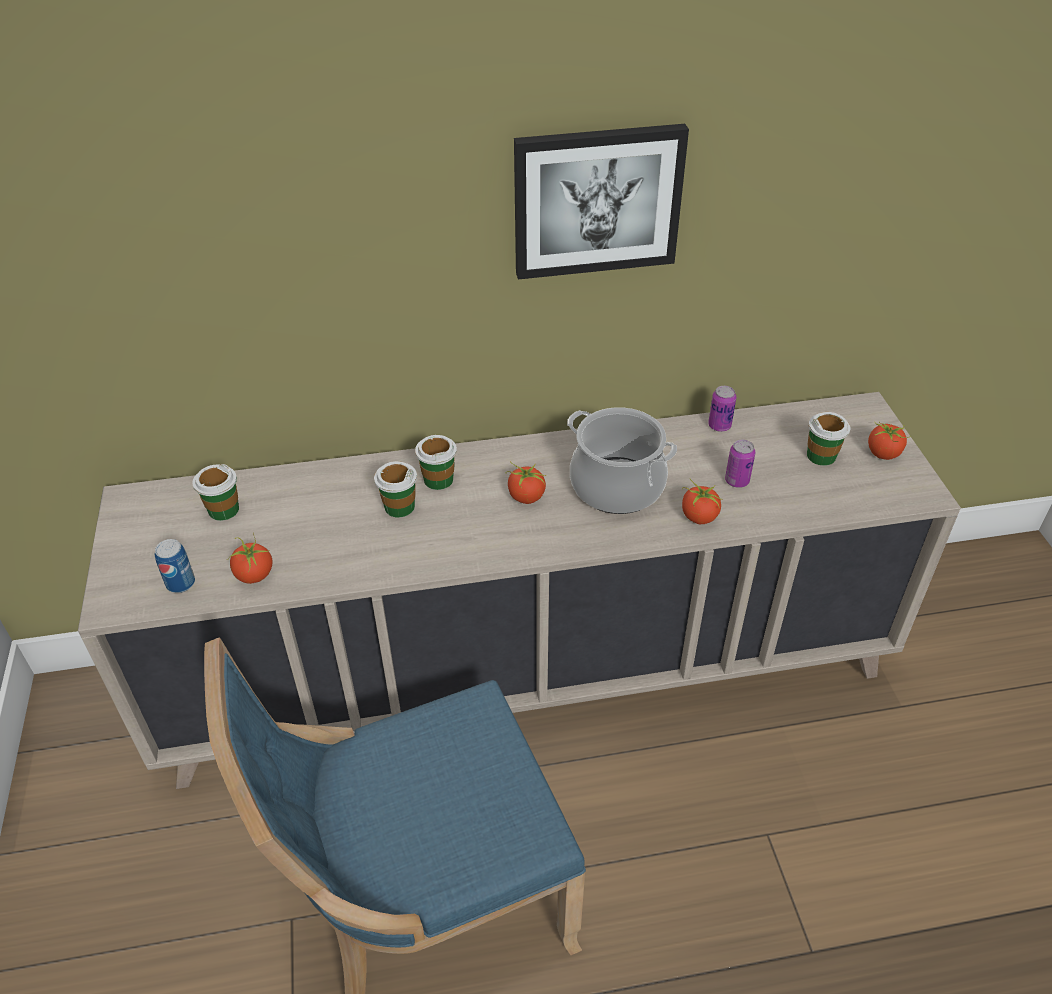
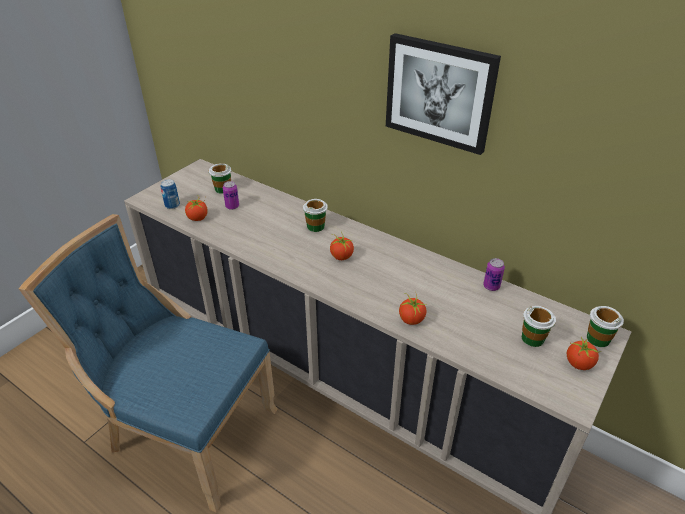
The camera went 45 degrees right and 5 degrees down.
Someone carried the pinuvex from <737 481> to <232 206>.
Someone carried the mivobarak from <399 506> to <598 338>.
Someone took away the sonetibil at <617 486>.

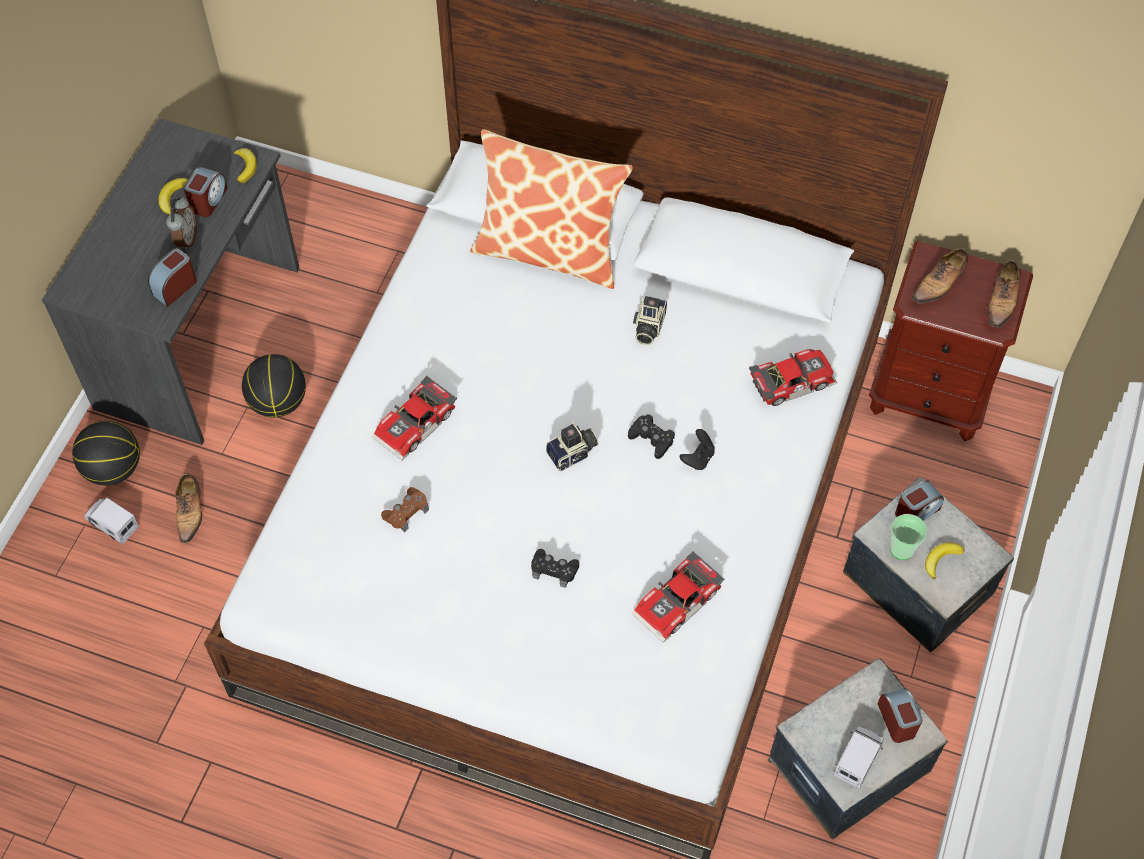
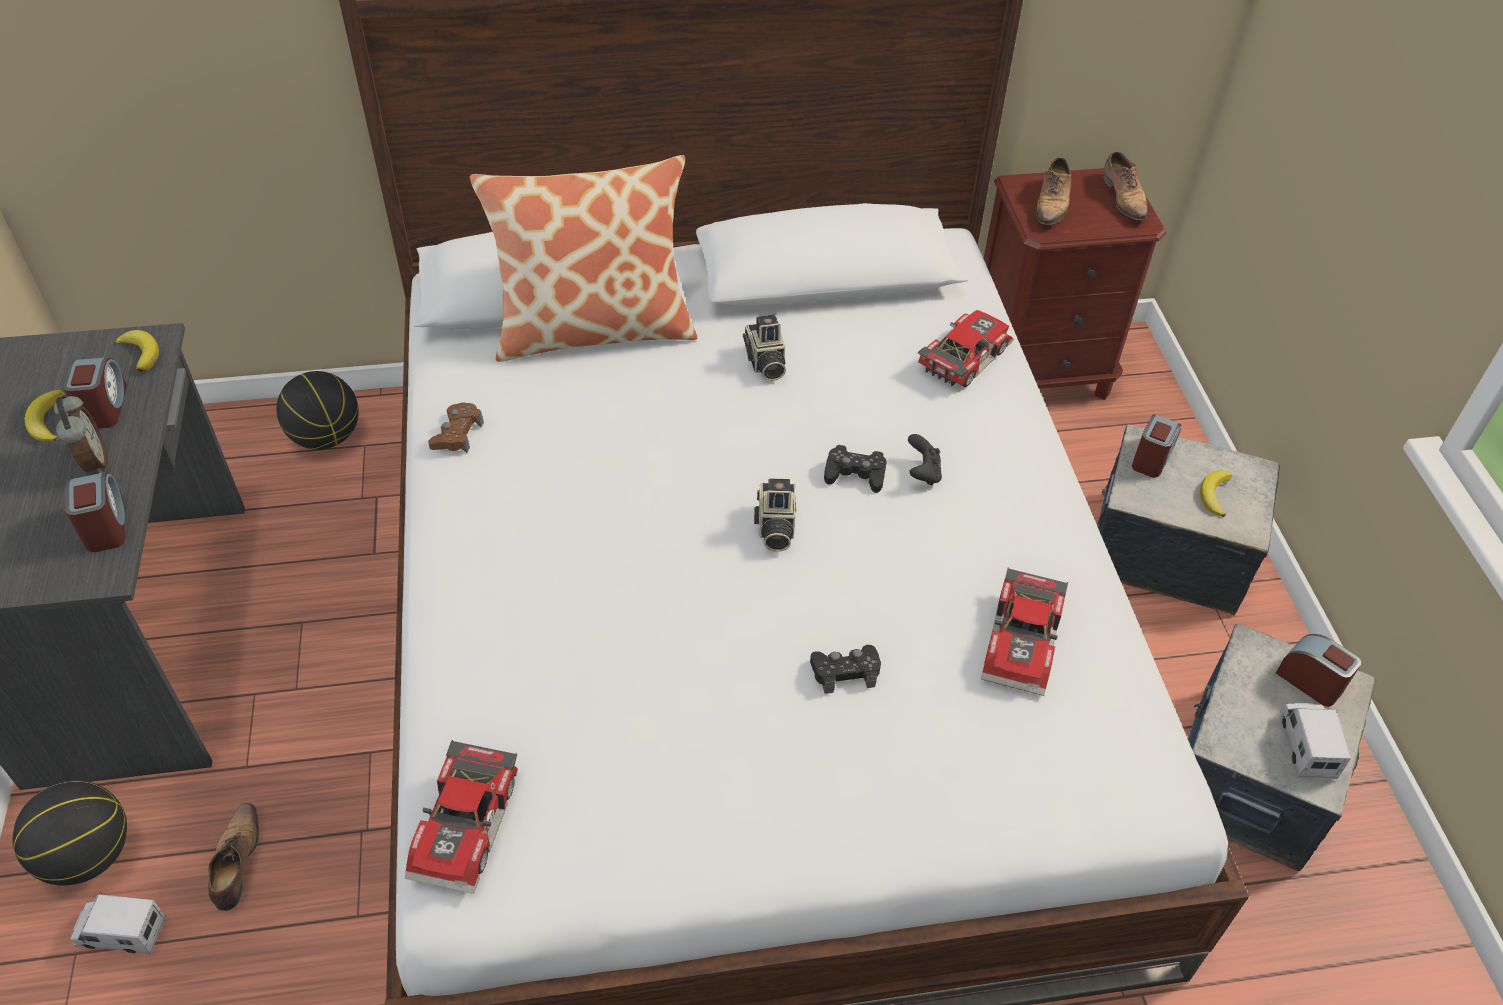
The camera went 30 degrees left and 10 degrees down.
Someone rotated the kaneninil at <175 287> by 150 degrees clockwise.
Someone rotated the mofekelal at <190 512> by 150 degrees counterclockwise.
Someone carried the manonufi from <278 402> to <326 437>.
Someone carried the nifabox from <417 425> to <469 826>.
Someone carried the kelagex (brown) from <406 512> to <457 434>.
Someone rotated the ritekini at <573 454> by 150 degrees clockwise.
Someone took away the mivobarak at <901 549>.

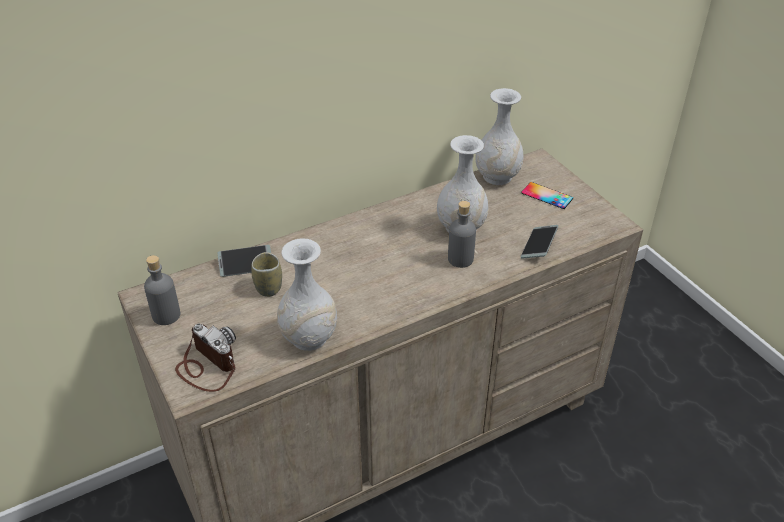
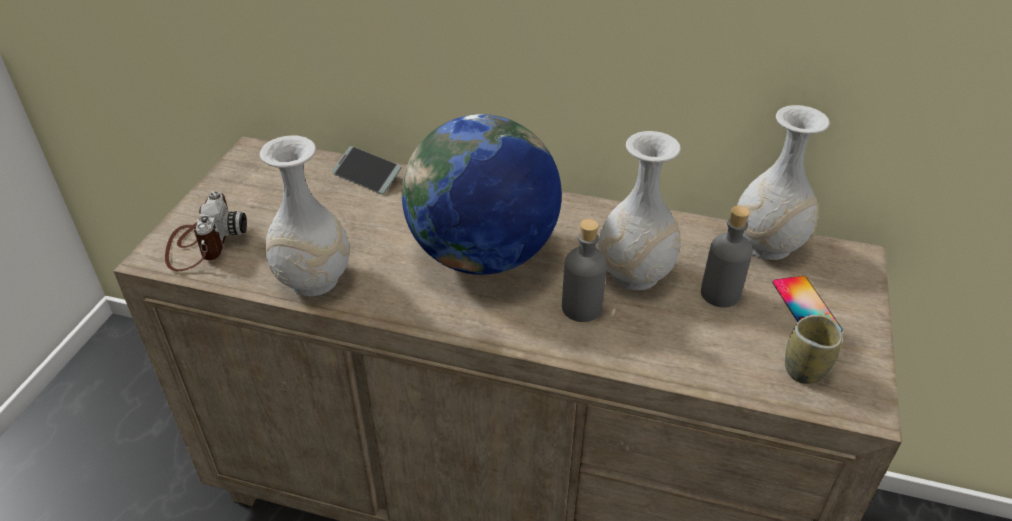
The camera went 45 degrees right and 0 degrees up.
Someone put down the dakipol at <482 255>.
Someone carried the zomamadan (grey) from <166 315> to <720 294>.
Someone carried the mivobarak from <268 288> to <805 369>.
Someone took away the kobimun at <538 246>.

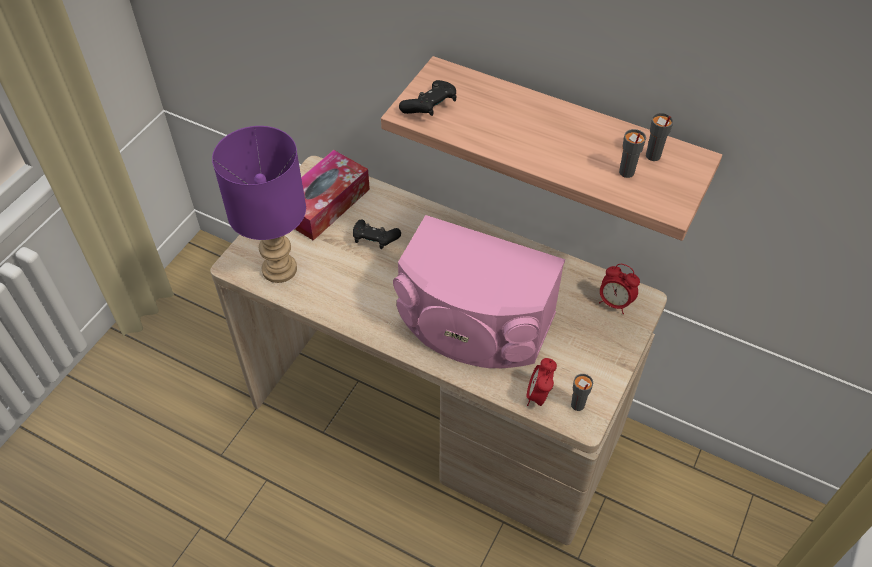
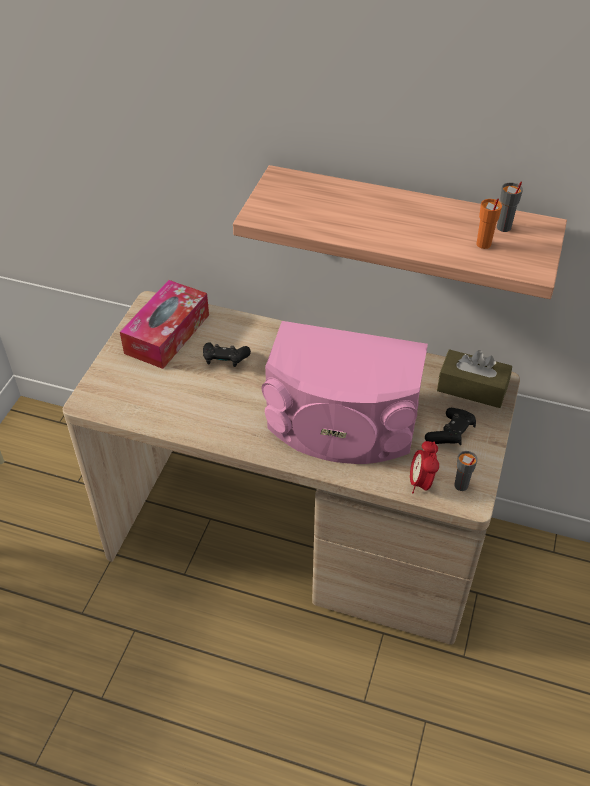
The camera went 10 degrees left and 5 degrees down.
Someone carried the kelagex (black) from <430 107> to <450 434>.
Someone swapped the kaneninil at <614 303> for the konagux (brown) at <472 388>.
Someone repainted the mivobarak (grey) at <626 172>, which became the mivobarak (orange) at <483 244>.
Someone took away the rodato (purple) at <278 269>.

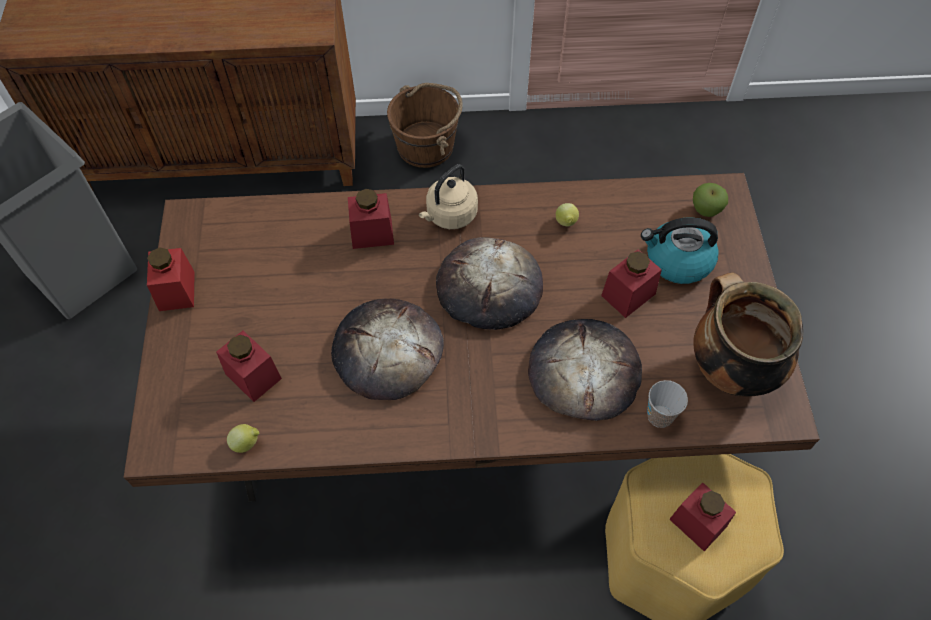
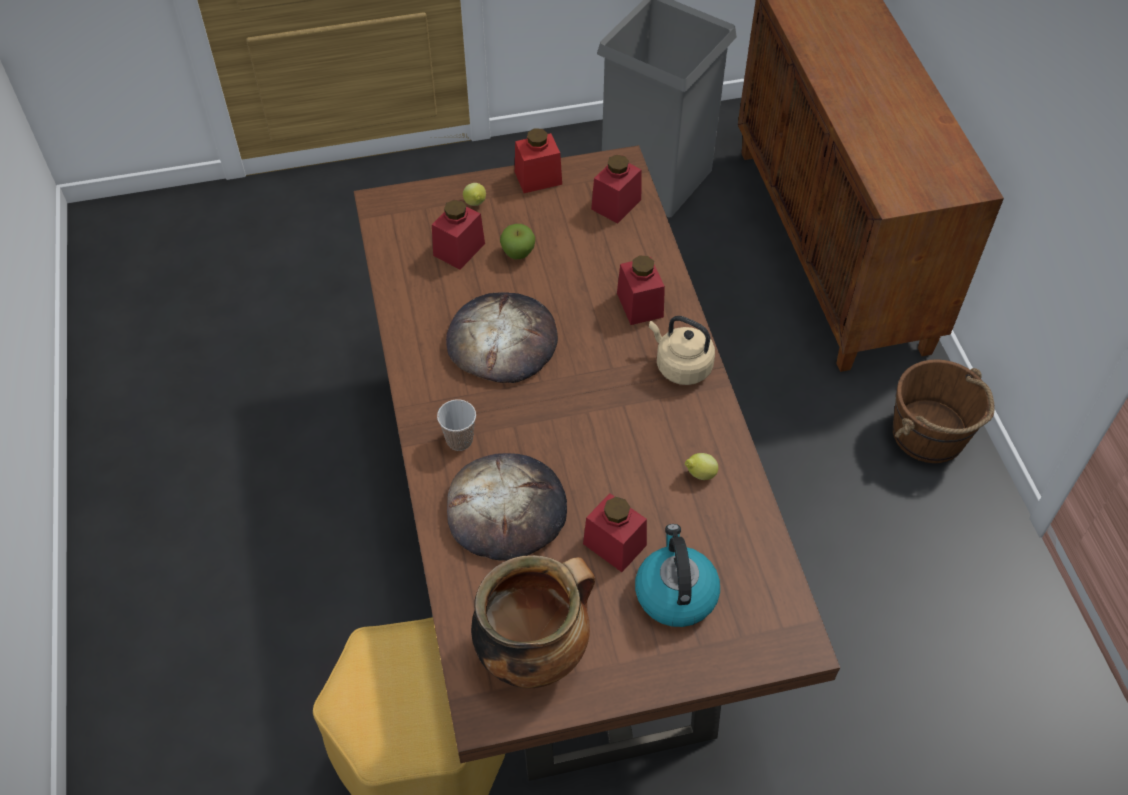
The camera went 80 degrees right and 5 degrees down.
Someone carried the mivobarak from <659 416> to <459 440>.
Someone carried the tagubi from <247 443> to <475 204>.
Someone carried the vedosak from <705 210> to <518 253>.
Someone carried the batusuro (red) from <697 523> to <616 204>.
Someone took away the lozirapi at <489 287>.

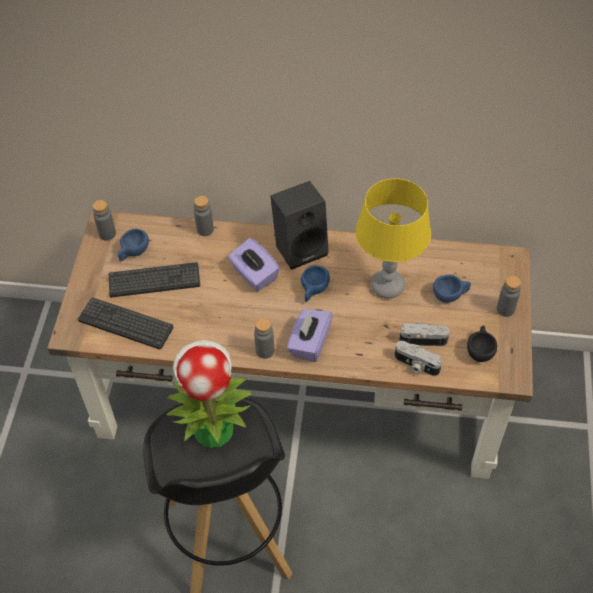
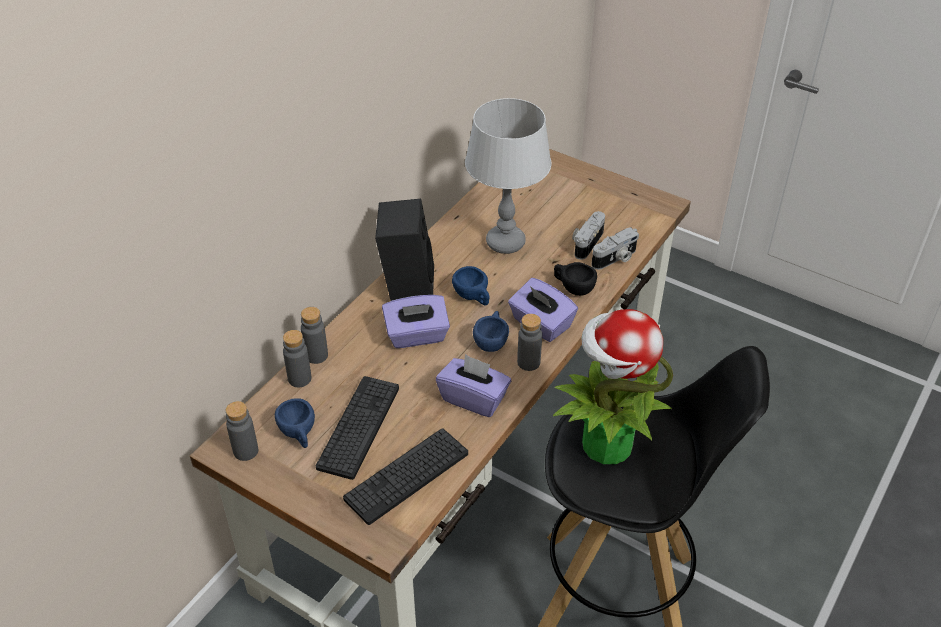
The camera went 65 degrees left and 10 degrees down.
Someone carried the zomamadan (grey) from <505 309> to <299 379>.
Someone put down the konagux (purple) at <474 398>.
Someone repainted the rodato (yellow) at <387 286>, which became the rodato (grey) at <505 242>.
Someone carried the mivobarak (blue) from <450 295> to <491 341>.
Someone carried the mivobarak (black) from <480 350> to <573 288>.

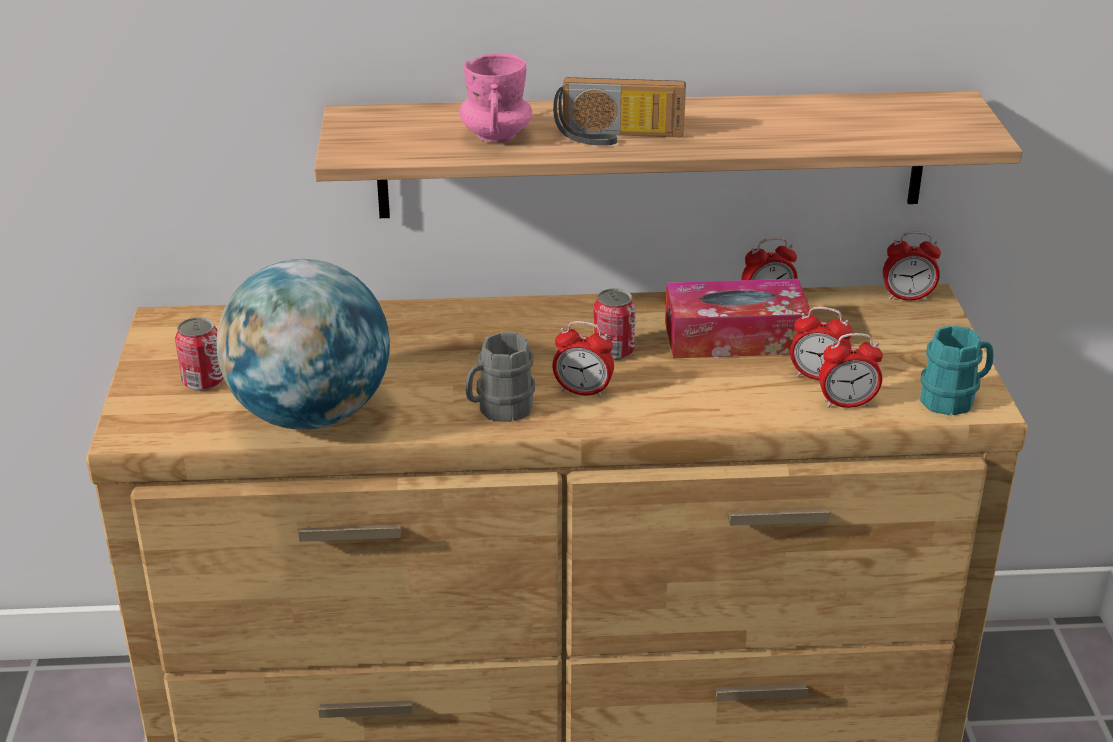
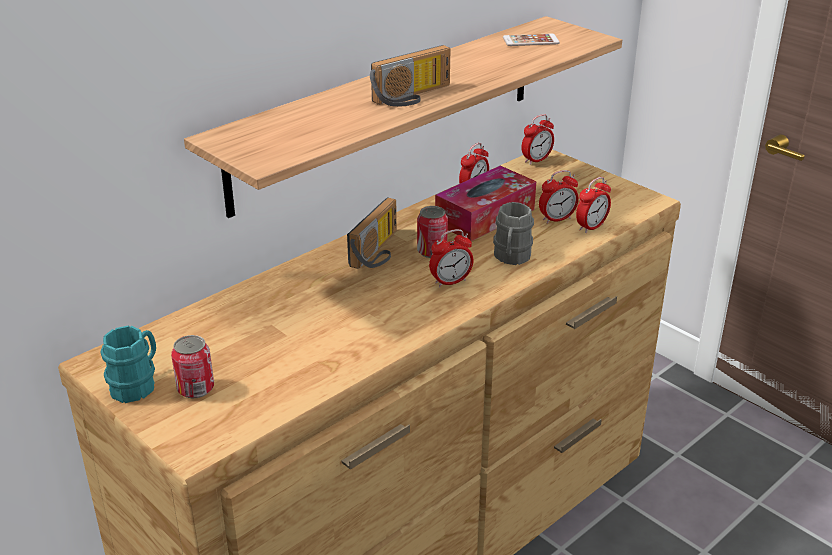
The camera went 40 degrees left and 0 degrees up.
Someone carried the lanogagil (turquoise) from <954 398> to <137 384>.
Someone put down the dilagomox at <379 252>.
Someone carried the lanogagil (grey) from <499 409> to <511 257>.
Someone put down the kobimun at <531 41>.
Someone took away the dakipol at <310 415>.
Someone took away the lanogagil (pink) at <496 135>.

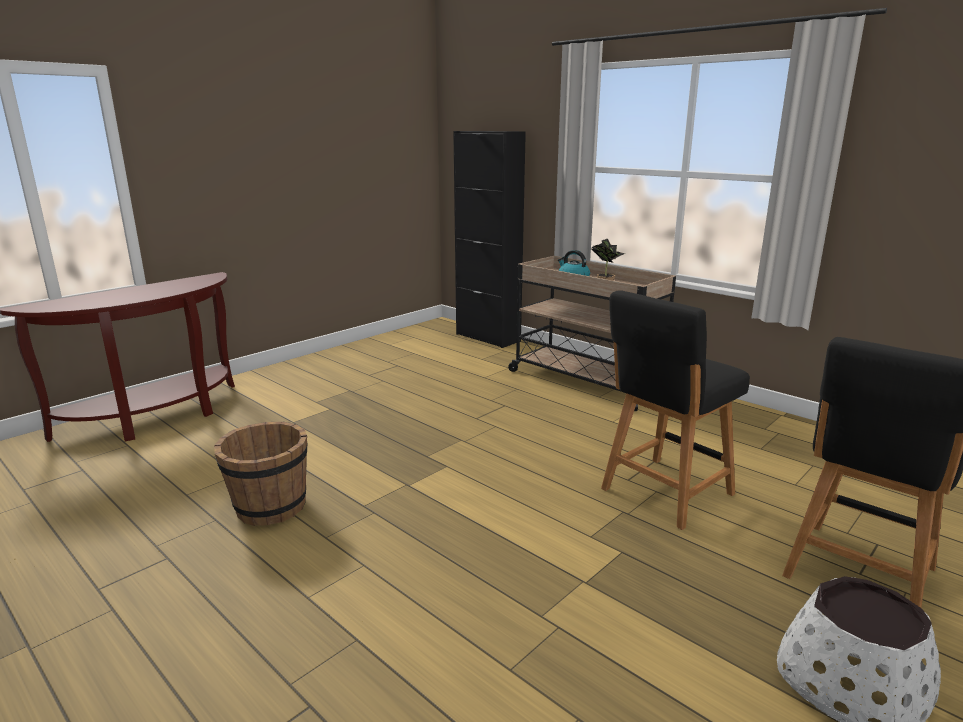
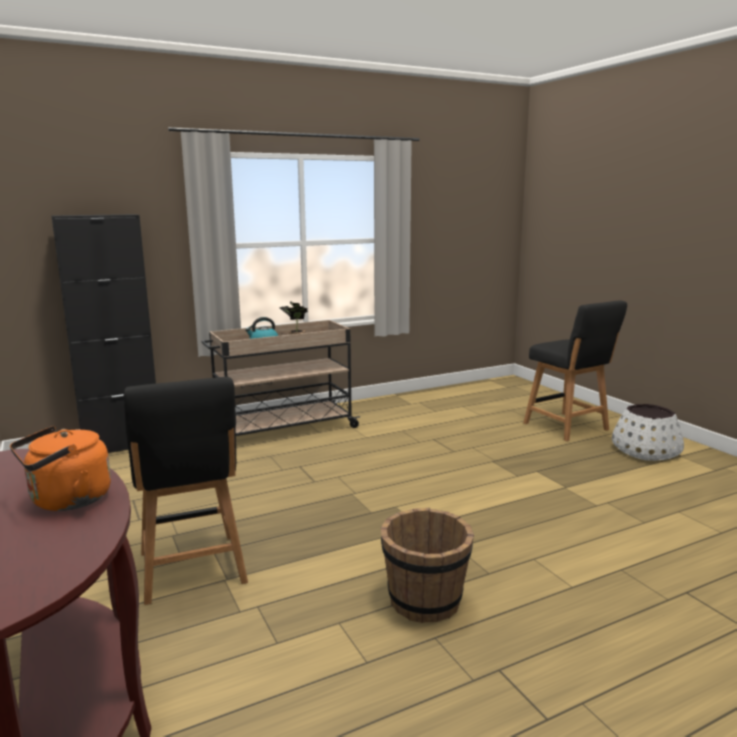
The camera went 70 degrees left and 5 degrees down.
Someone put down the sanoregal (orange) at <66 501>.
Someone carried the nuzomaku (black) from <663 493> to <193 571>.

